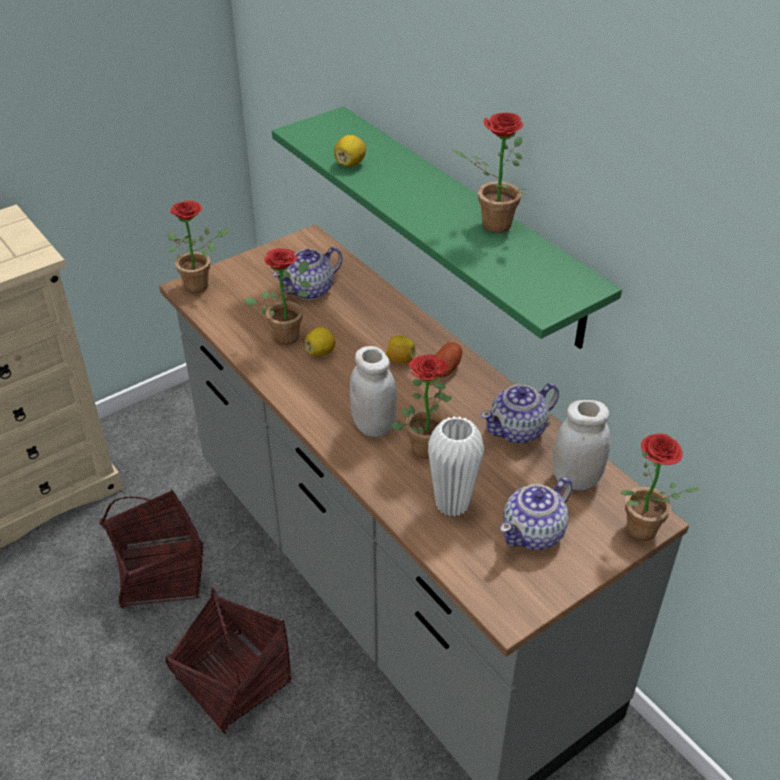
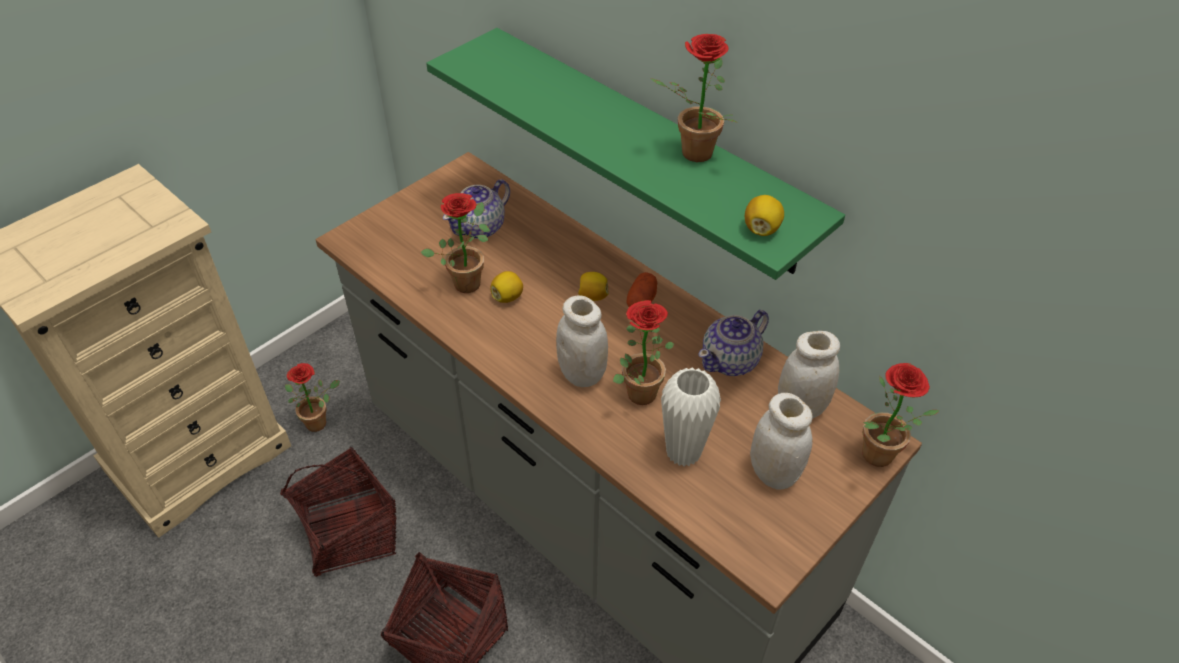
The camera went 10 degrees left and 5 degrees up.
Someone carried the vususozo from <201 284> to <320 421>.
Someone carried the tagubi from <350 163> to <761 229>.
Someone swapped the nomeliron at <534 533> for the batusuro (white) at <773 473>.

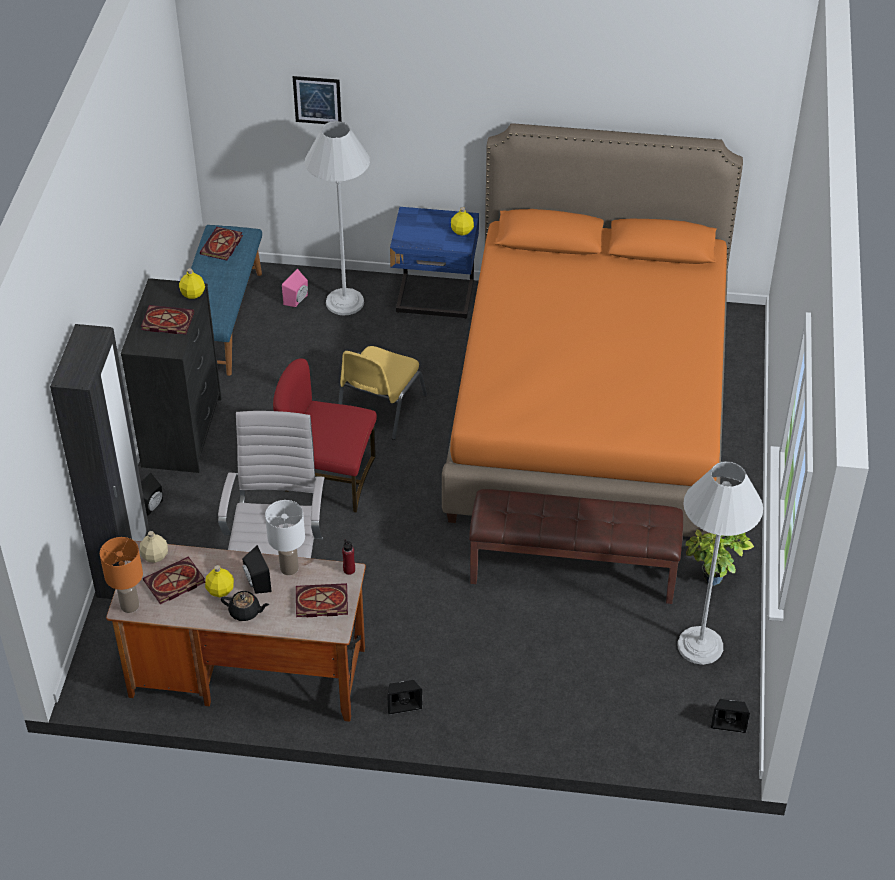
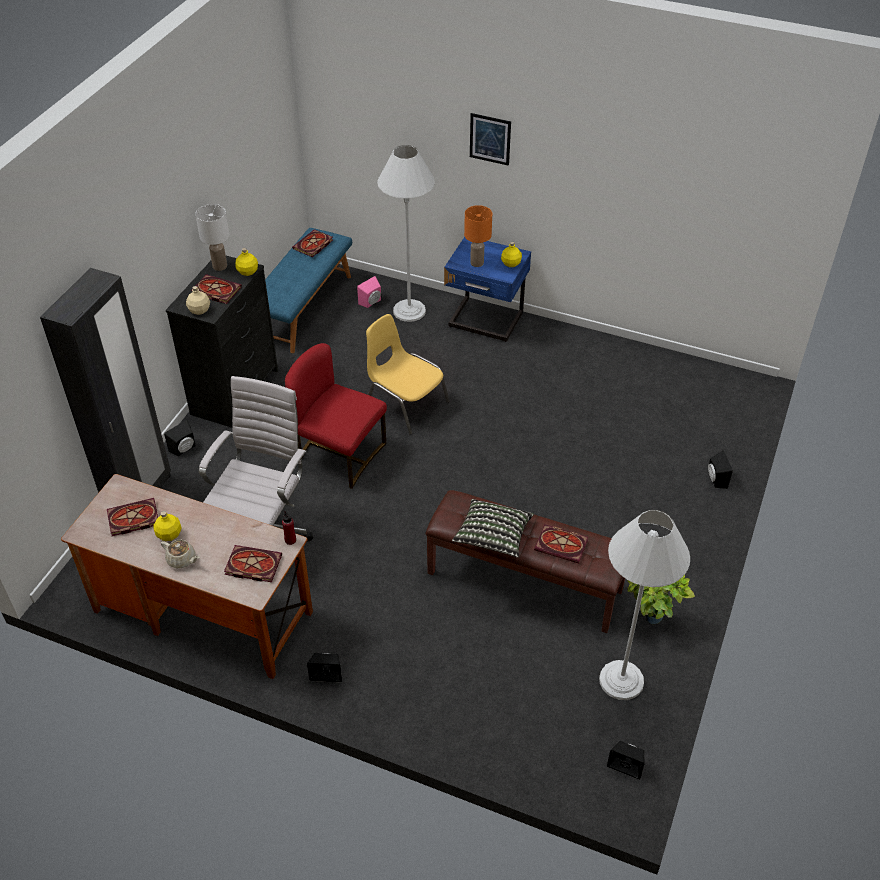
The camera went 15 degrees right and 0 degrees up.
Someone repainted the nomeliron (black) at <245 612>, which became the nomeliron (beige) at <182 560>.
Someone carried the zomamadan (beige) from <154 556> to <199 310>.
Someone carried the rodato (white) from <289 568> to <220 266>.
Someone rotated the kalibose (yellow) at <380 408> by 90 degrees clockwise.
Someone put down the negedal at <493 536>.
Someone carried the rodato (orange) from <130 605> to <477 263>.
Someone carried the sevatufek from <317 100> to <490 139>.
Someone put down the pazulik at <562 545>.
Someone carried the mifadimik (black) from <256 583> to <715 479>.
Someone took away the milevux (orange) at <590 407>.

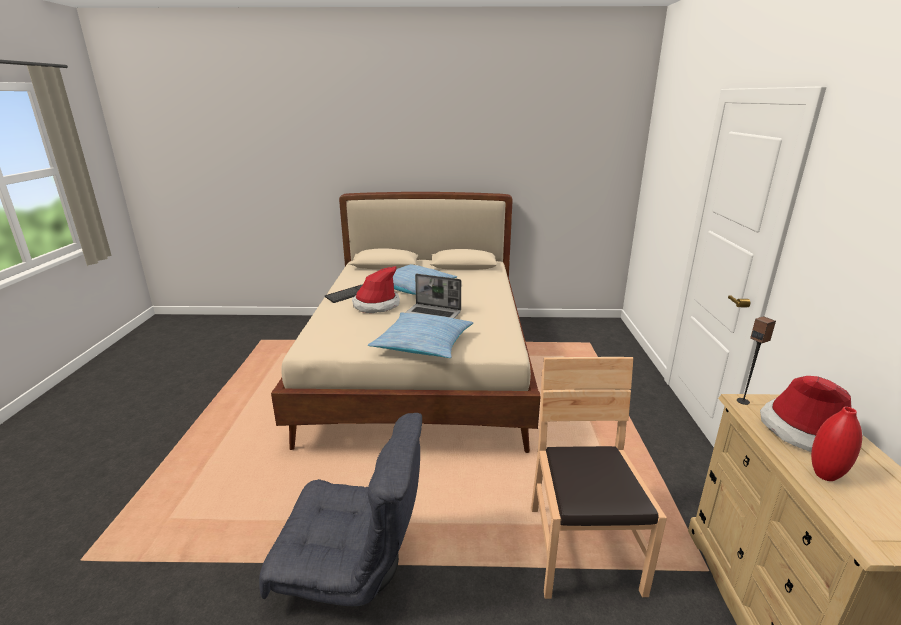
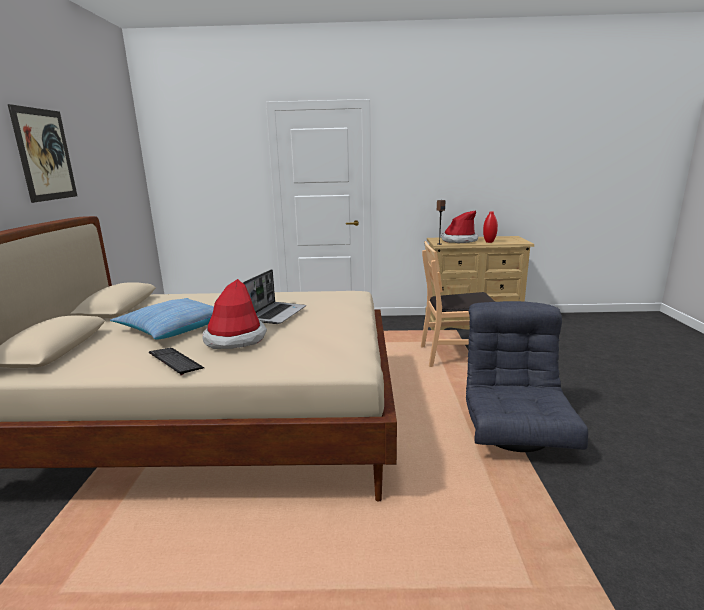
The camera went 90 degrees left and 5 degrees down.
Someone put up the sevatufek at <45 155>.
Someone took away the negedal at <423 344>.

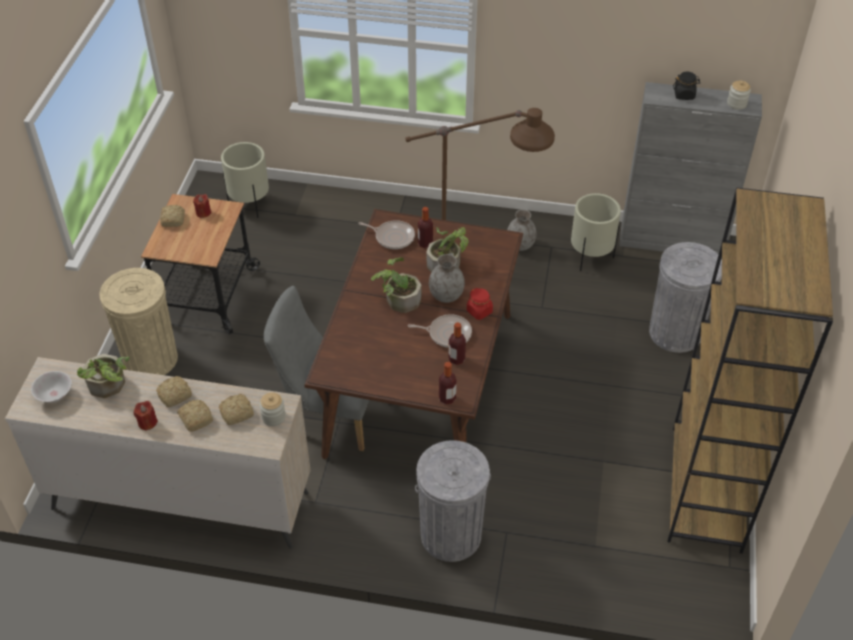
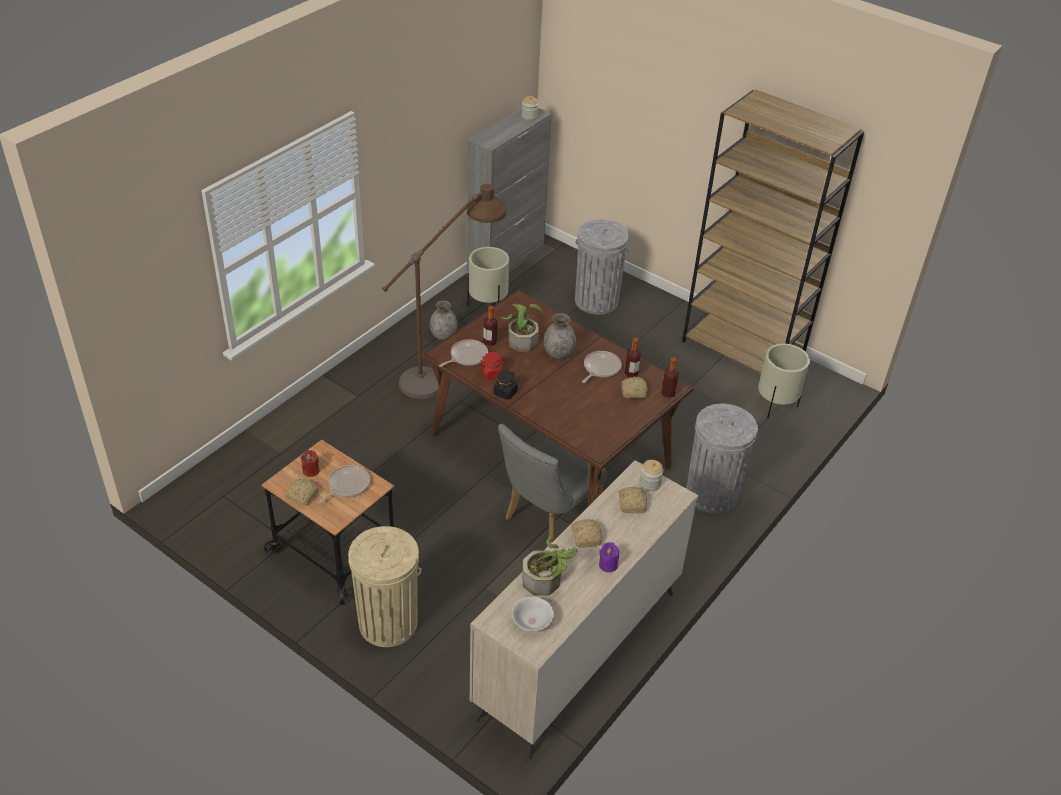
The camera went 65 degrees left and 5 degrees down.
Someone put down the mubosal at <347 485>.
Someone carried the batusuro (red) from <479 311> to <492 374>.
Someone carried the batusuro (black) from <684 95> to <505 392>.
Someone repainted the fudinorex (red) at <147 422>, which became the fudinorex (purple) at <608 565>.
Someone carried the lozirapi from <196 418> to <632 392>.
Someone carried the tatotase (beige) from <249 204> to <775 405>.
Someone took away the vususozo at <398 299>.

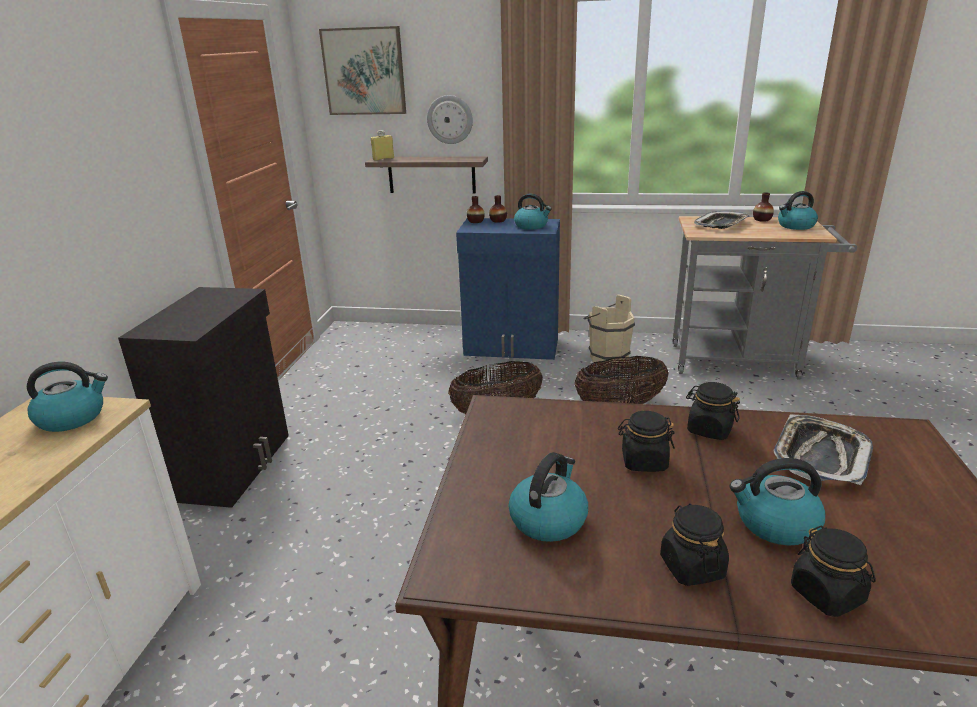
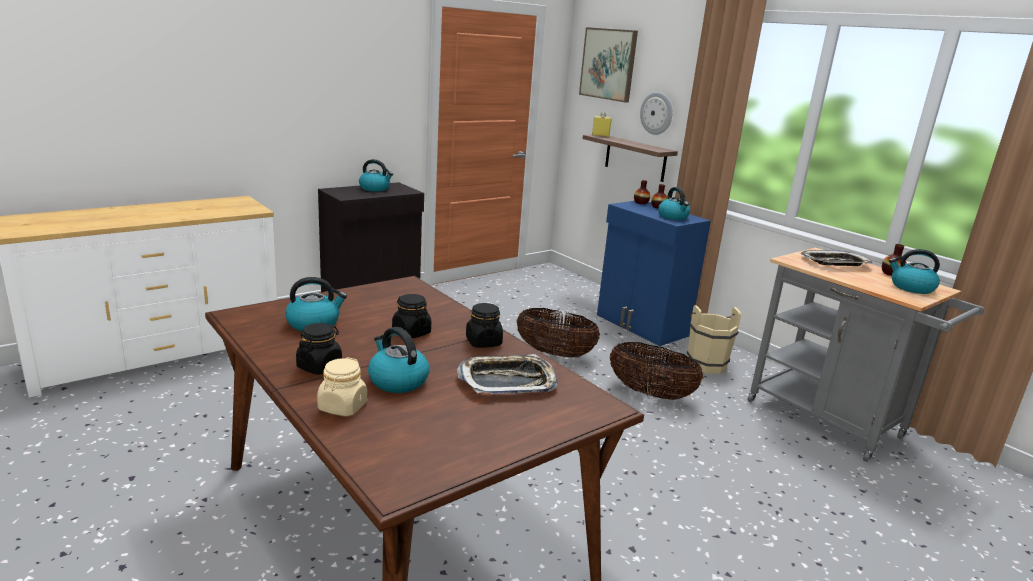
The camera went 40 degrees right and 5 degrees down.
Someone repainted the batusuro (black) at <827 594>, which became the batusuro (beige) at <342 407>.
Someone carried the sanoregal from <73 417> to <375 188>.

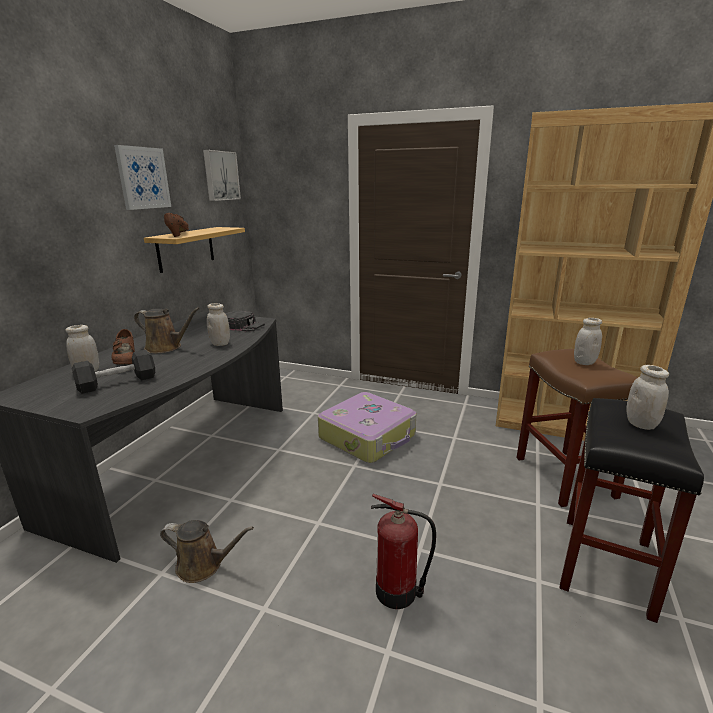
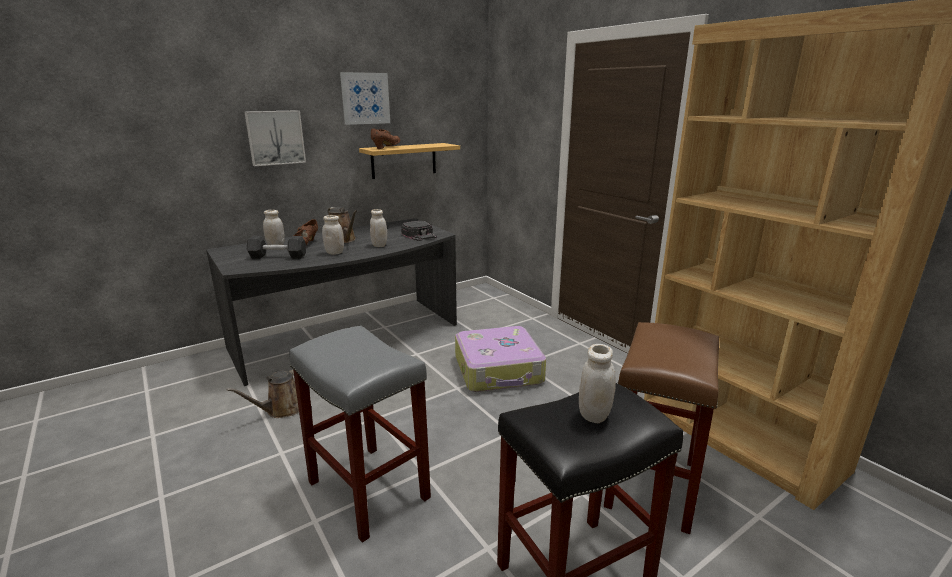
The camera went 35 degrees right and 0 degrees up.
Someone rotated the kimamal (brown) at <203 565> by 90 degrees clockwise.
Someone carried the sevatufek from <220 176> to <275 137>.
Someone swapped the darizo at <398 592> for the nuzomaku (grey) at <370 490>.
Someone carried the batusuro (white) from <584 362> to <334 253>.

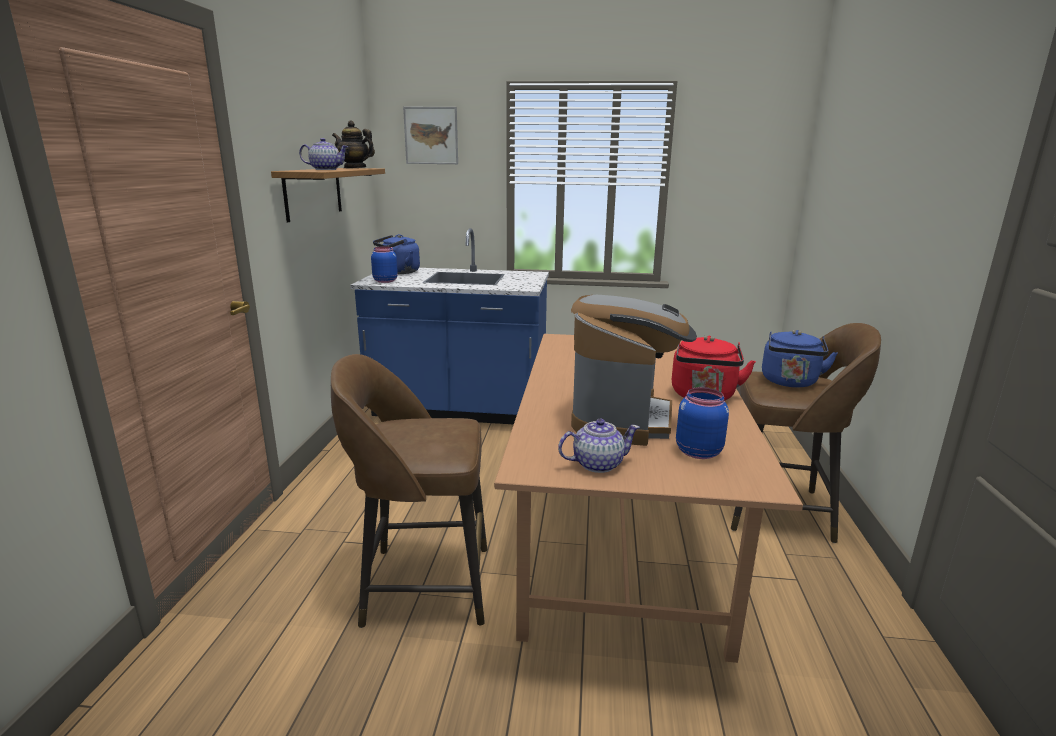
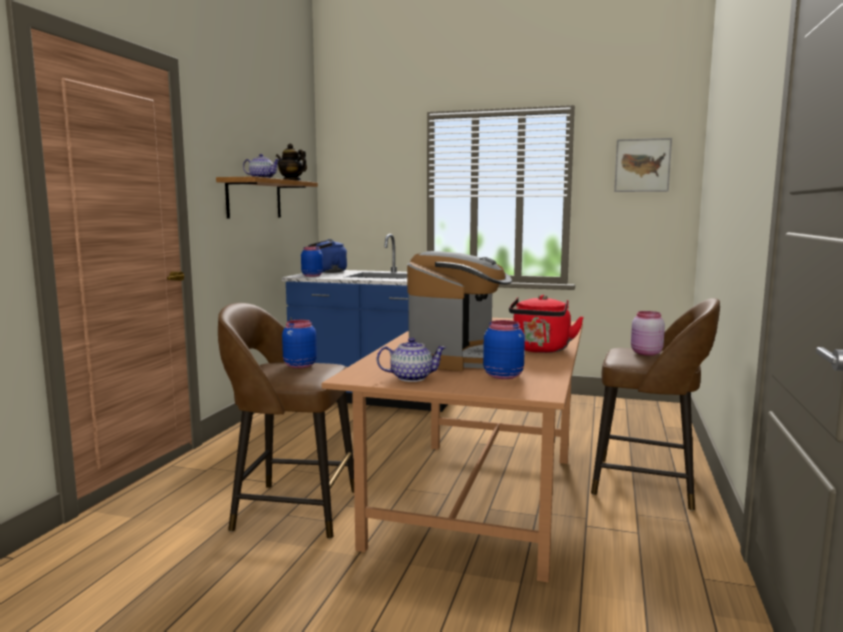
The camera went 10 degrees right and 10 degrees down.
Someone put down the batusuro (blue) at <299 365>.
Someone carried the sevatufek from <431 135> to <642 165>.
Someone swapped the sanoregal (blue) at <790 382> for the batusuro (pink) at <645 353>.

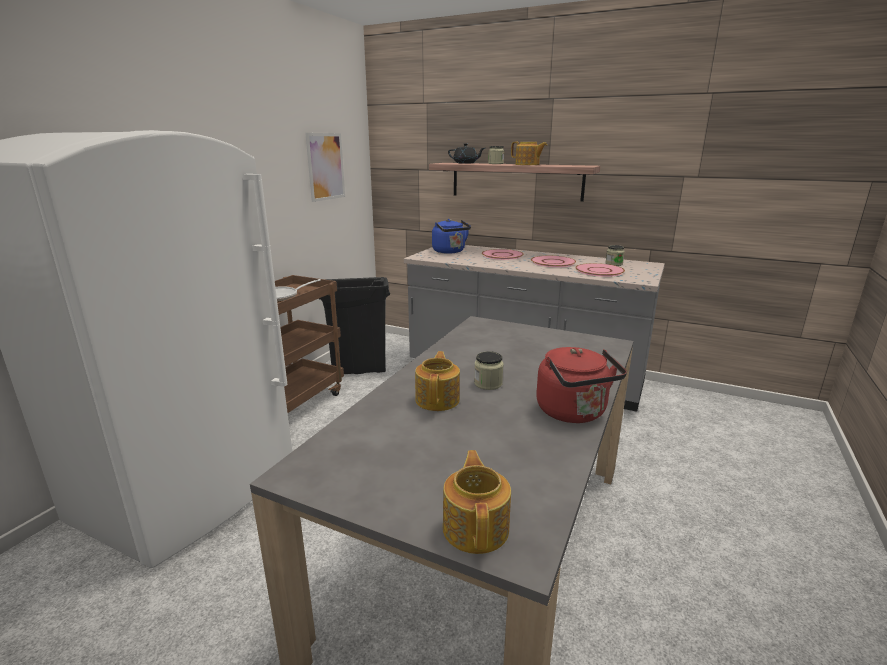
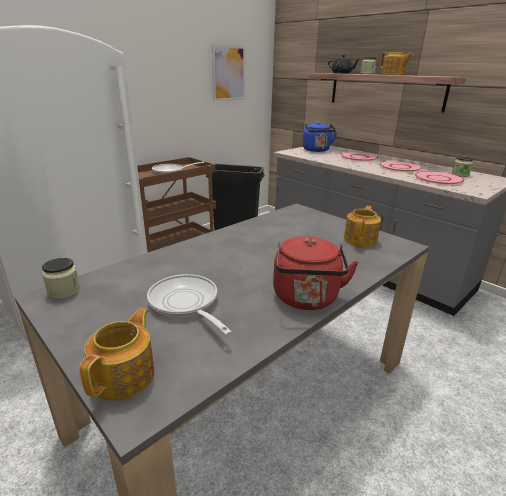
The camera went 20 degrees right and 5 degrees up.
Someone carried the batusuro from <488 383> to <64 291>.
Someone put down the mubosal at <186 304>.
Someone carried the nomeliron from <438 399> to <360 240>.

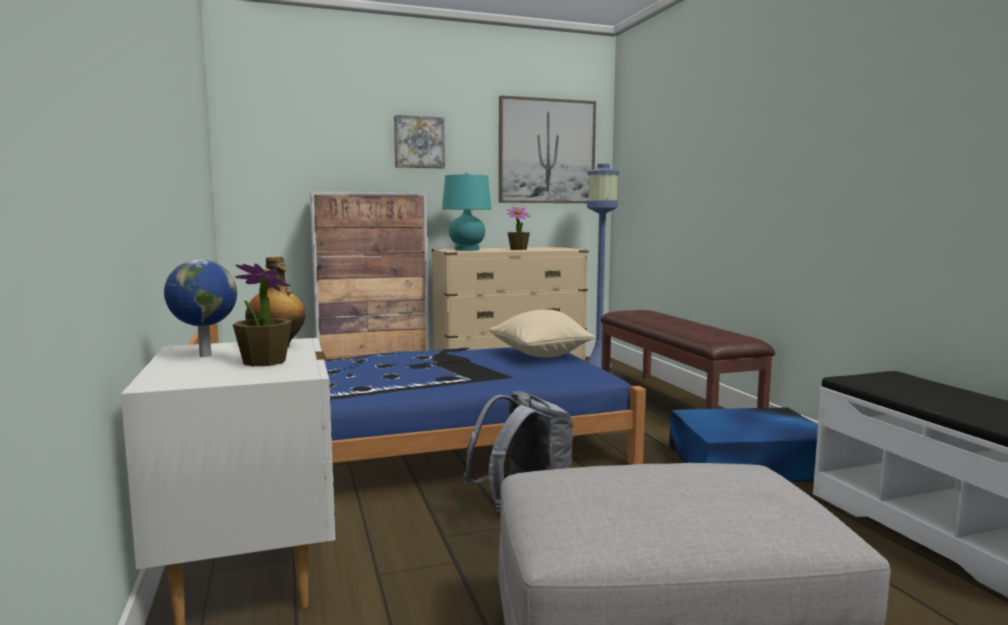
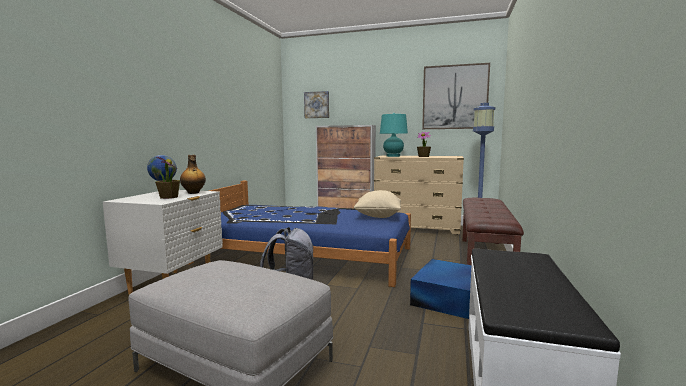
The camera went 35 degrees right and 0 degrees up.
Someone carried the sevatufek from <419 142> to <317 105>.

